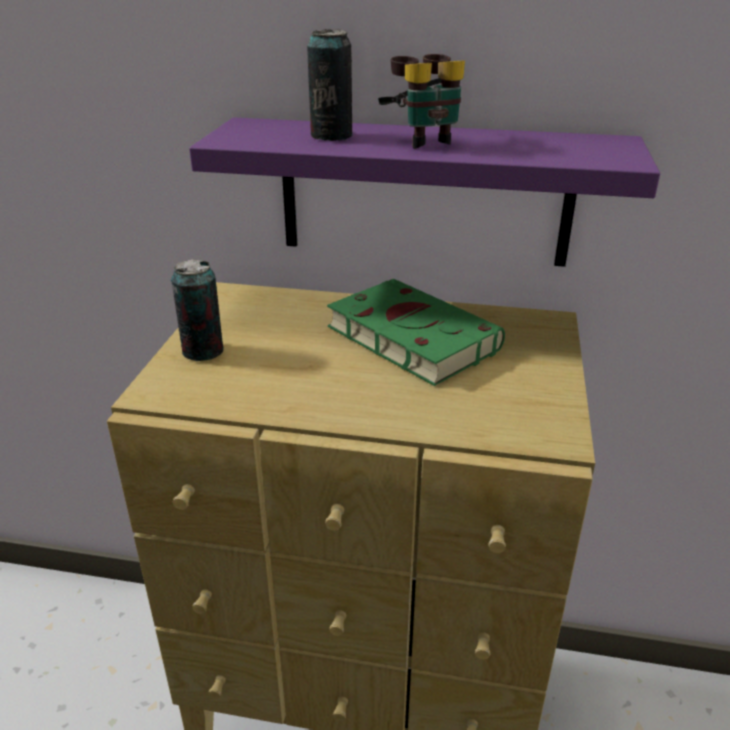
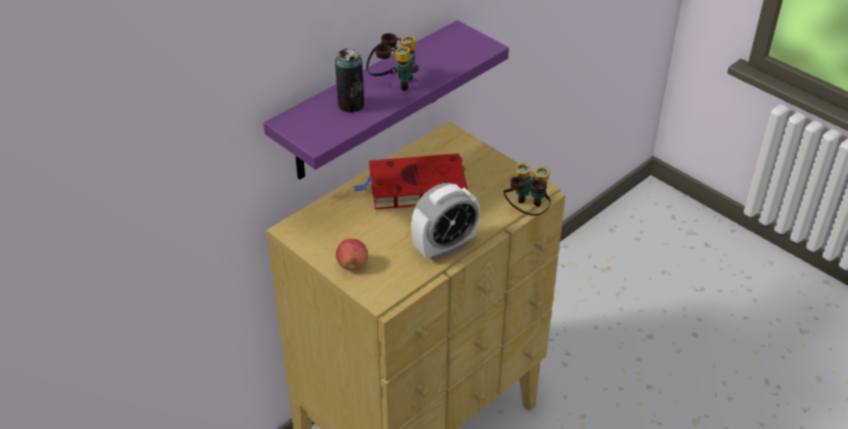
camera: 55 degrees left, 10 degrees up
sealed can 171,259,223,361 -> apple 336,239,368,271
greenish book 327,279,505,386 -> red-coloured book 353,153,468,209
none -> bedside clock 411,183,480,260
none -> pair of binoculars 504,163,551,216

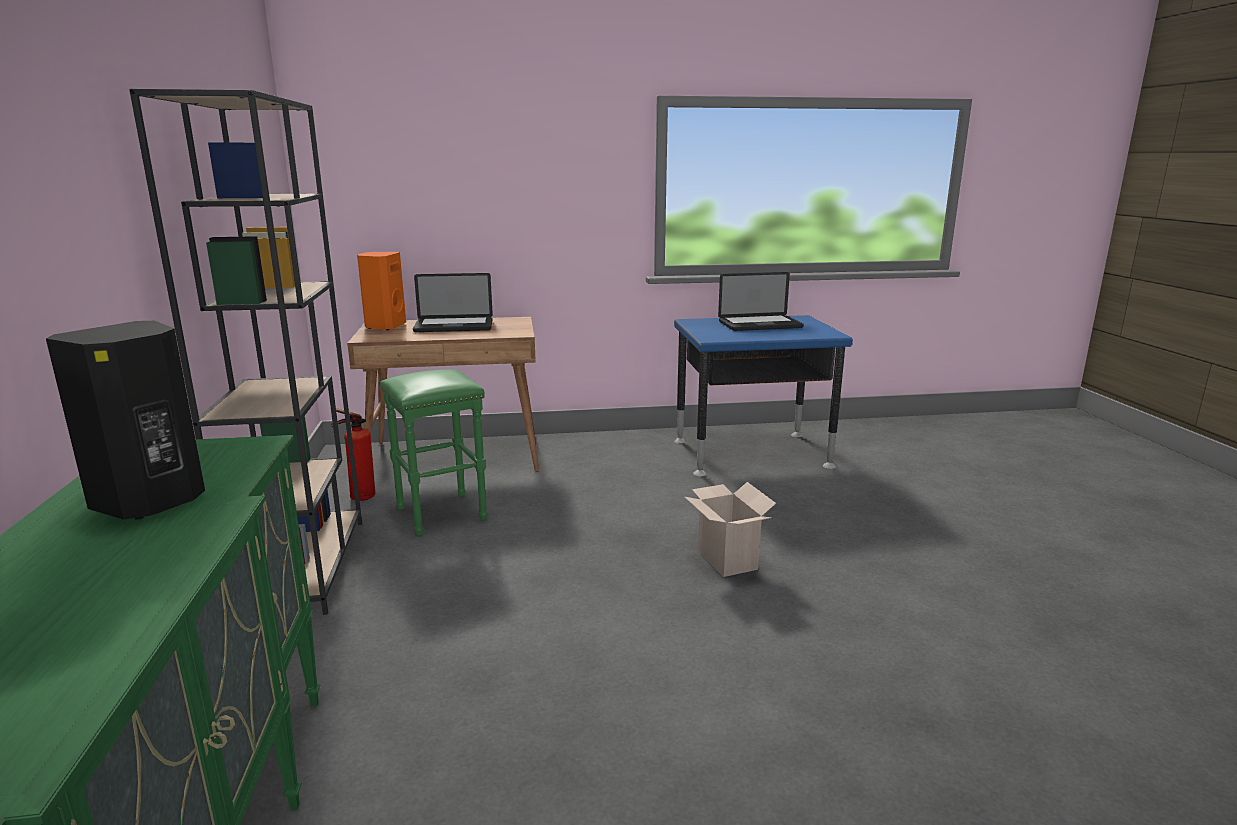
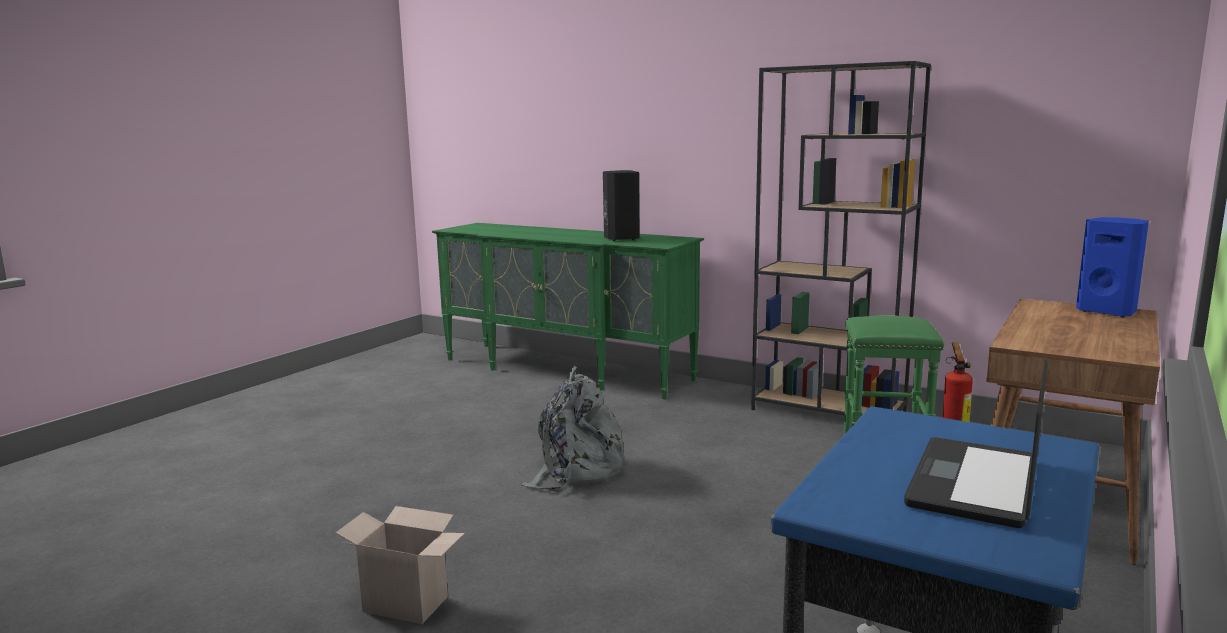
camera: 130 degrees right, 5 degrees down
cardboard box 685,482,776,577 -> cardboard box 336,506,465,624, move
none -> gray backpack 521,365,627,492
orangey speaker 357,252,406,330 -> blue speaker 1076,217,1149,318
notebook computer 413,273,493,332 -> none

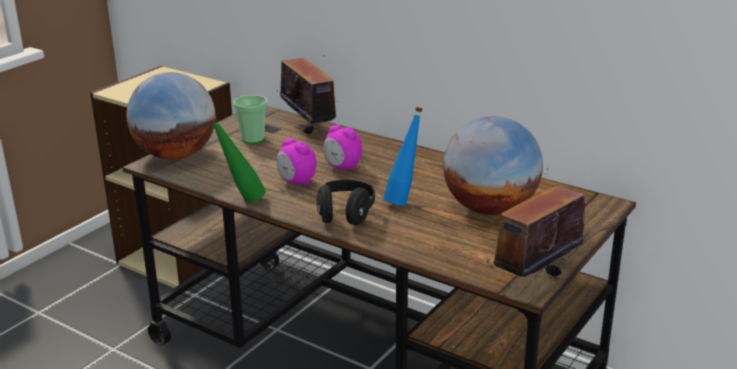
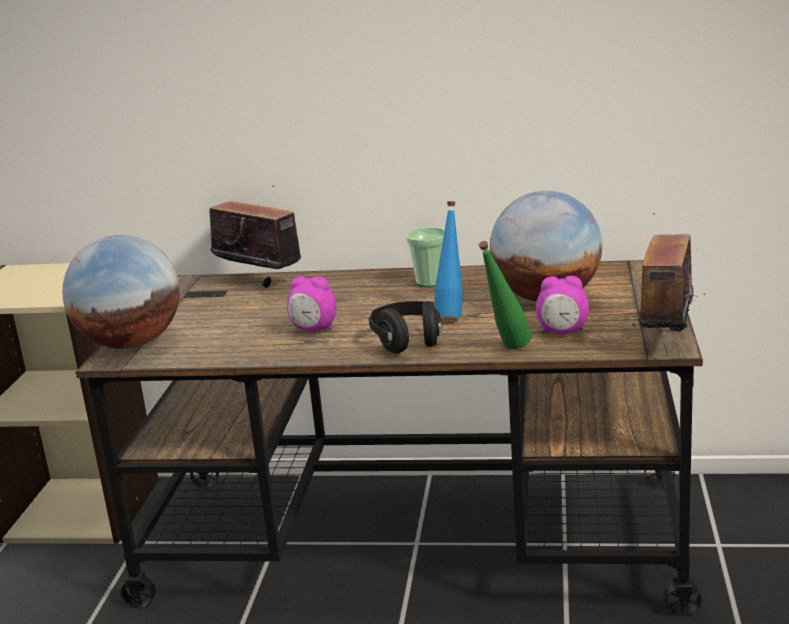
camera: 25 degrees left, 5 degrees down
drinking cup 233,95,267,144 -> drinking cup 406,227,445,287, move
greenish drink bottle 209,116,266,203 -> greenish drink bottle 479,241,532,349, move
bedside clock 323,125,362,170 -> bedside clock 536,276,589,335, move

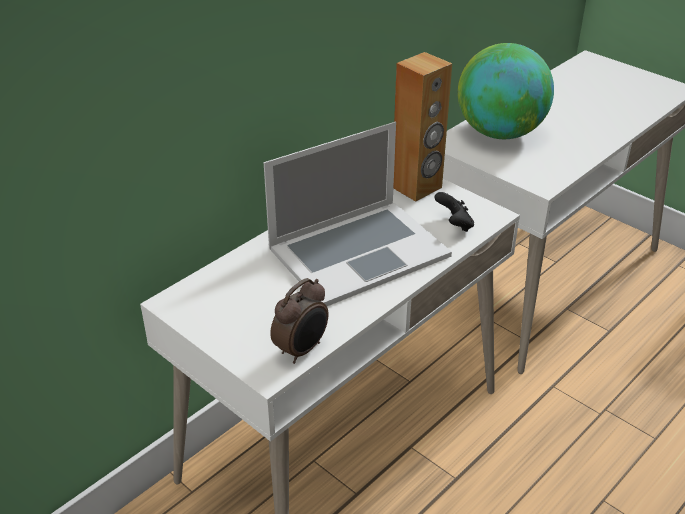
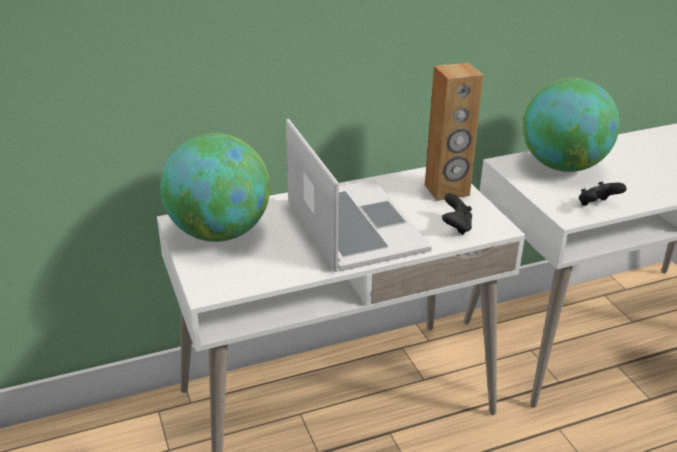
camera: 25 degrees right, 5 degrees down
none -> globe 160,133,270,242
notebook computer 263,122,452,306 -> notebook computer 286,119,432,272, 105 degrees counterclockwise
none -> black-coloured gamepad 579,182,627,206
bedside clock 270,278,328,364 -> none

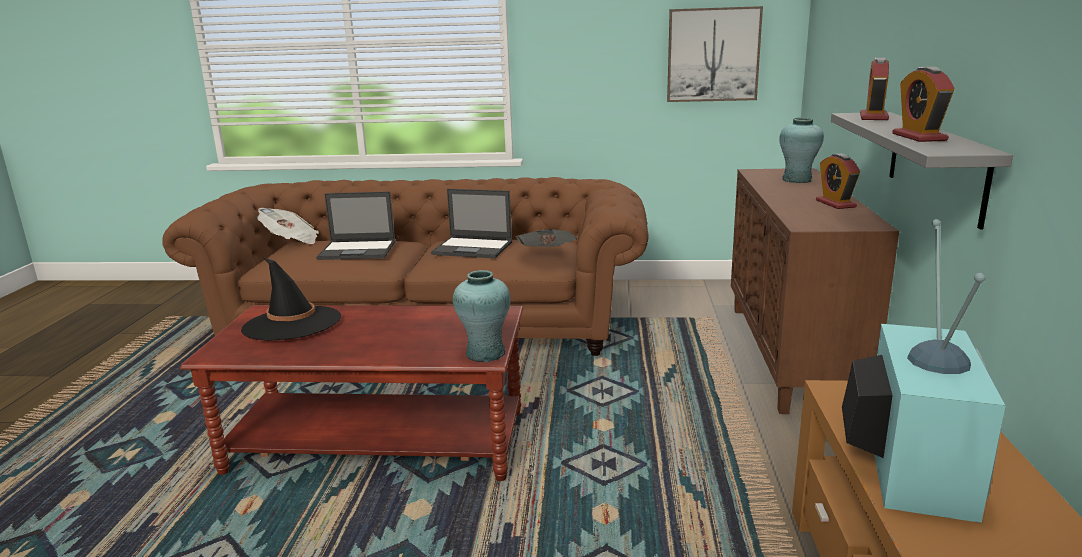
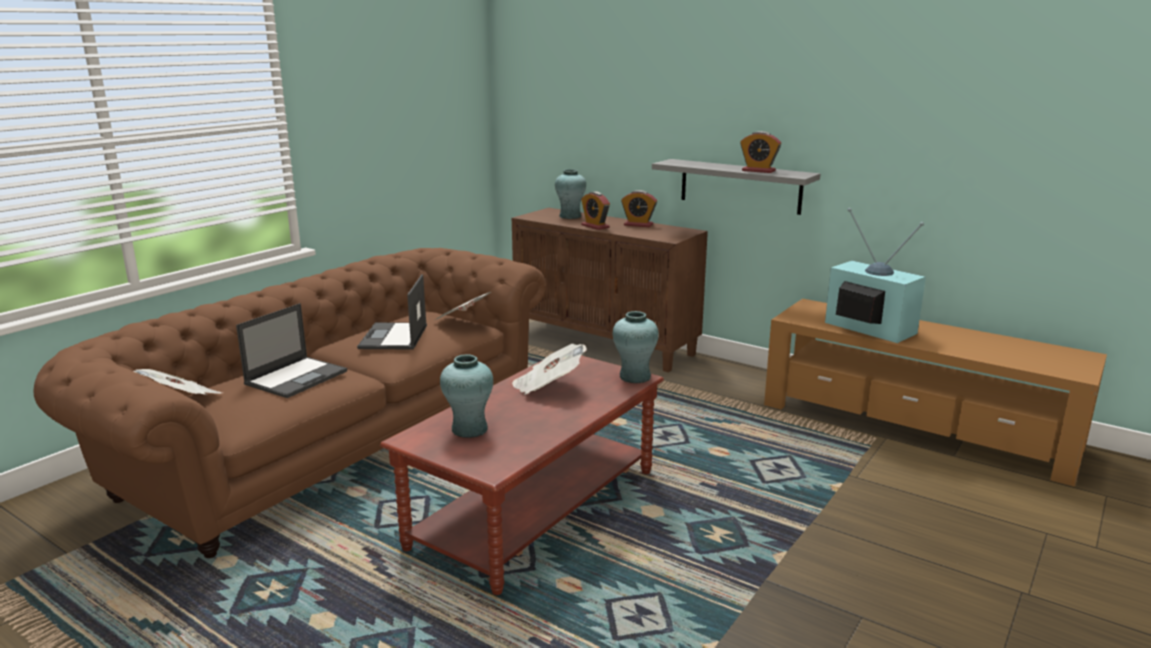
camera: 60 degrees left, 0 degrees up
notebook computer 431,189,512,259 -> notebook computer 357,274,427,350, 135 degrees clockwise
black-coloured hat 241,258,341,341 -> turquoise decorative vase 440,354,493,438
none -> newspaper 512,344,587,395
bedside clock 860,58,889,120 -> bedside clock 581,191,610,230, move
wall picture 667,6,763,102 -> none

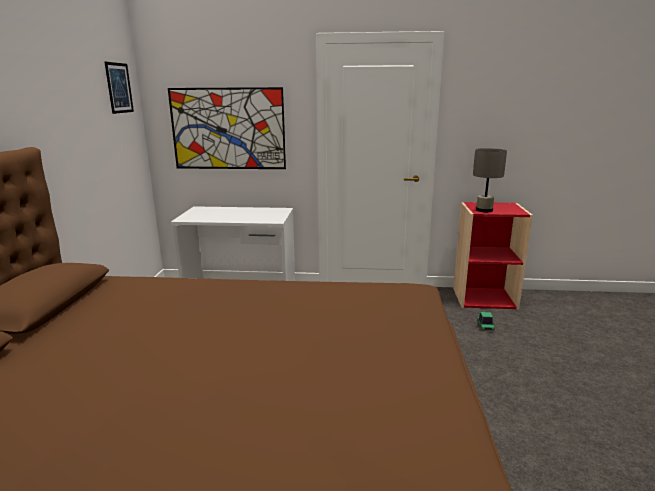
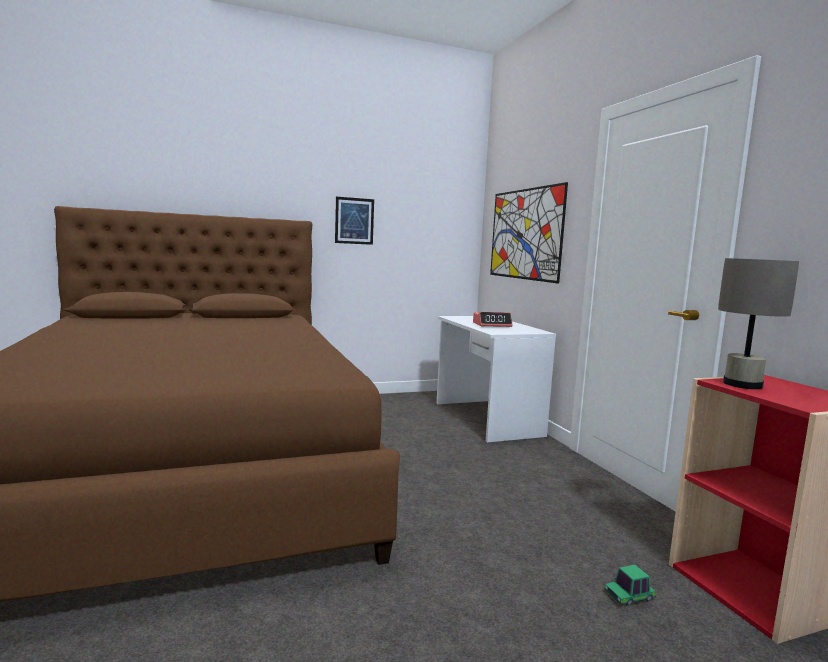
camera: 65 degrees right, 10 degrees down
wall picture 105,62,134,114 -> wall picture 335,197,374,245, move
none -> bedside clock 473,312,513,327

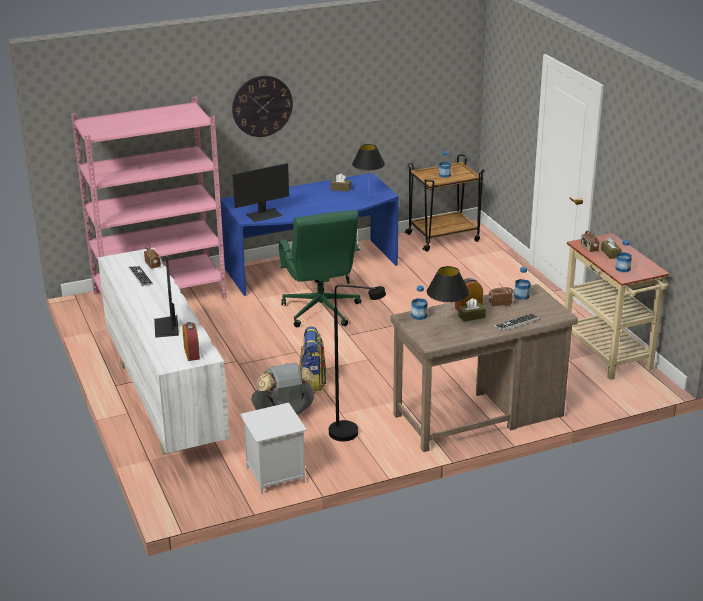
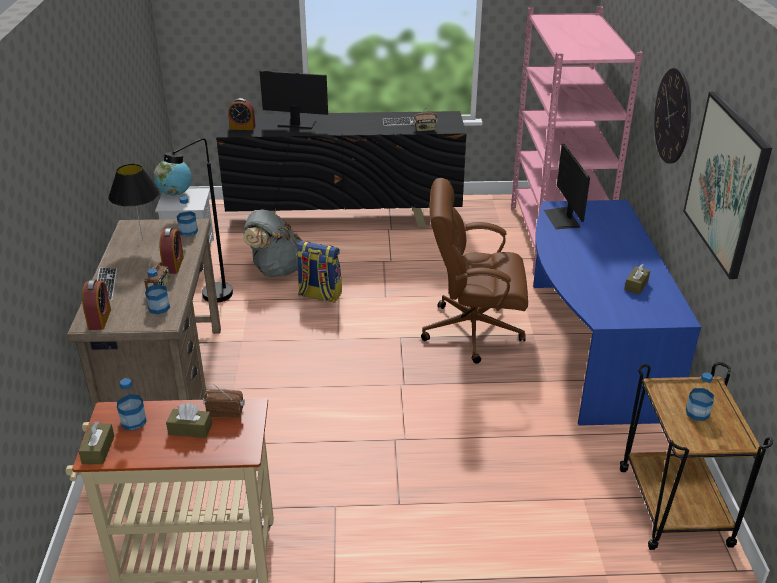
camera: 110 degrees right, 5 degrees up
brownish tissue box 458,298,486,322 -> brownish tissue box 78,421,115,464, move
none -> bedside clock 82,279,111,330
none -> globe 154,161,192,196
whitish cupboard 98,248,229,455 -> black-coloured cupboard 216,111,466,227
greenish office chair 278,210,361,327 -> brownish office chair 421,178,528,364
none -> wall picture 683,92,772,279
black-coloured lamp for a table 352,144,385,196 -> none

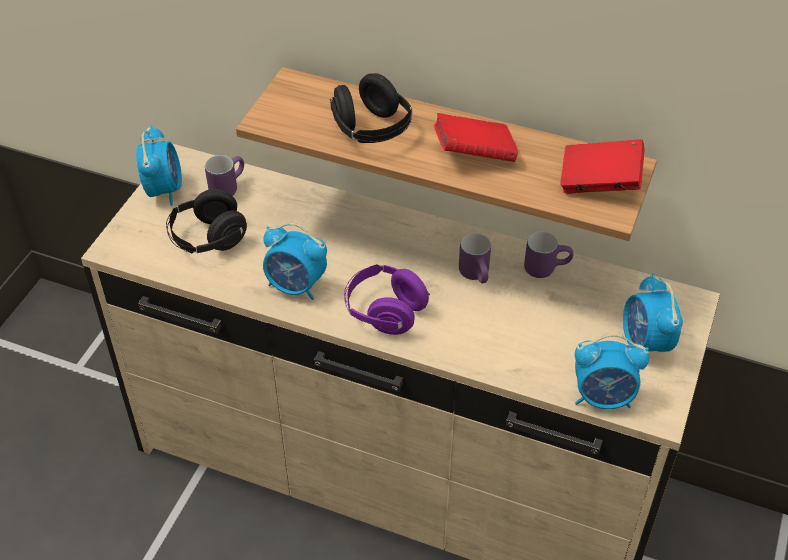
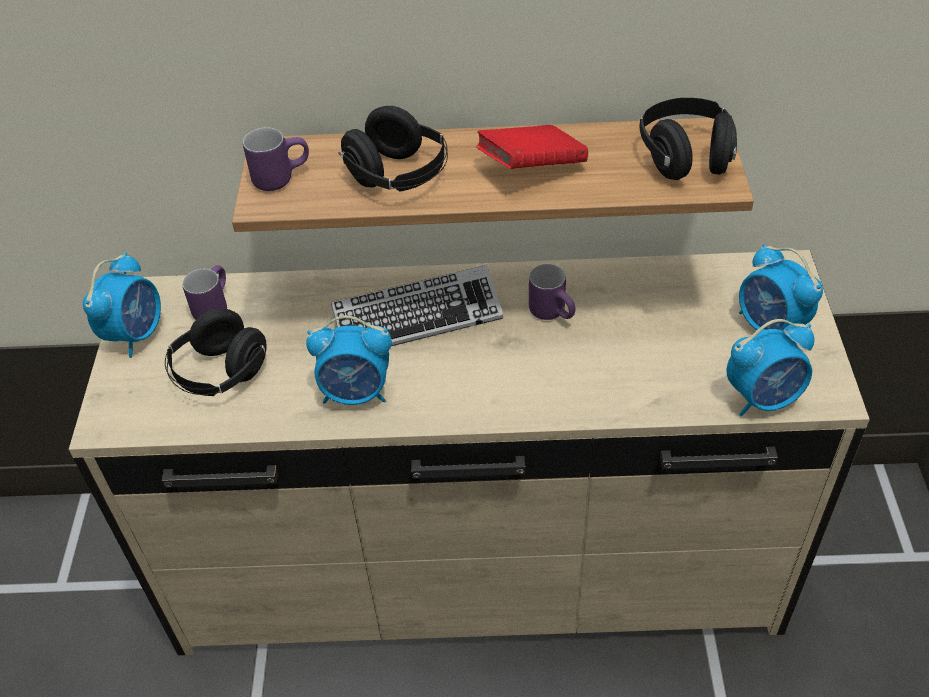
camera: 20 degrees left, 0 degrees up
bedside clock 136,125,182,206 -> bedside clock 83,252,161,358, 45 degrees clockwise
purple-coloured tea mug 524,231,573,278 -> purple-coloured tea mug 243,127,309,191, move
none -> computer keyboard 331,265,503,346
red-coloured book 560,139,645,194 -> black-coloured pair of headphones 639,98,737,180
purple-coloured pair of headphones 344,264,430,335 -> none

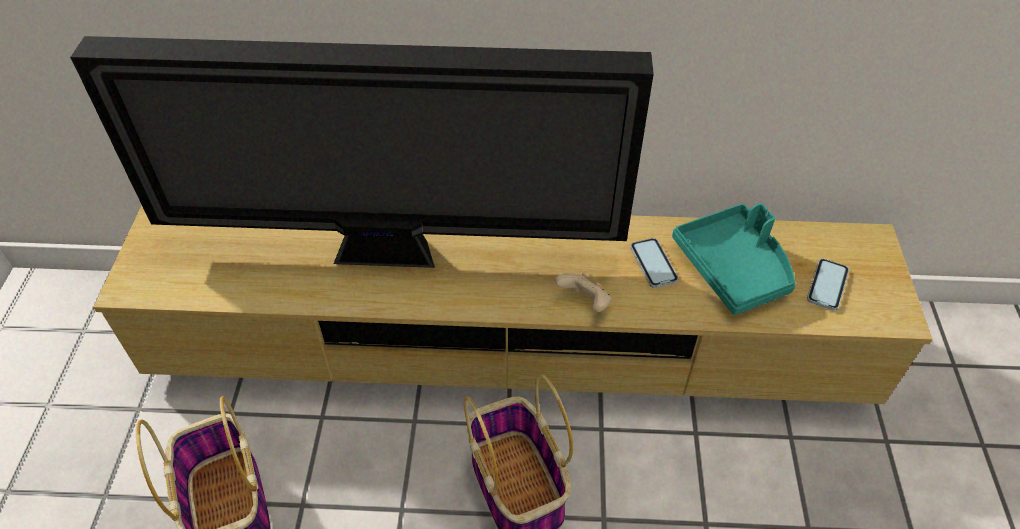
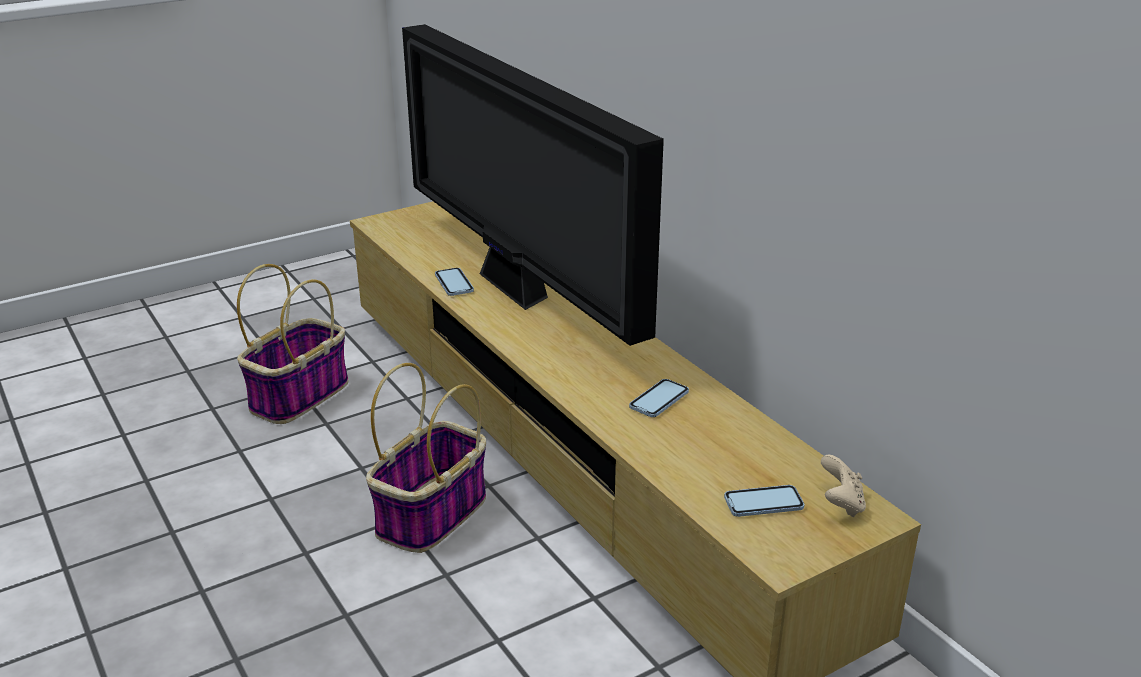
camera: 55 degrees right, 20 degrees down
none -> phone 435,268,474,296
beige gamepad 555,273,611,312 -> beige gamepad 821,455,866,517, move
turquoise tray 672,203,796,315 -> none

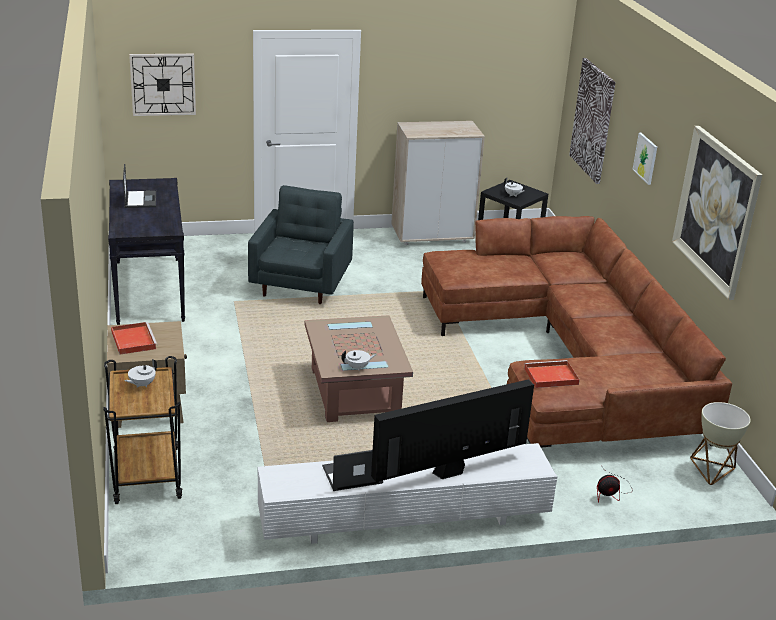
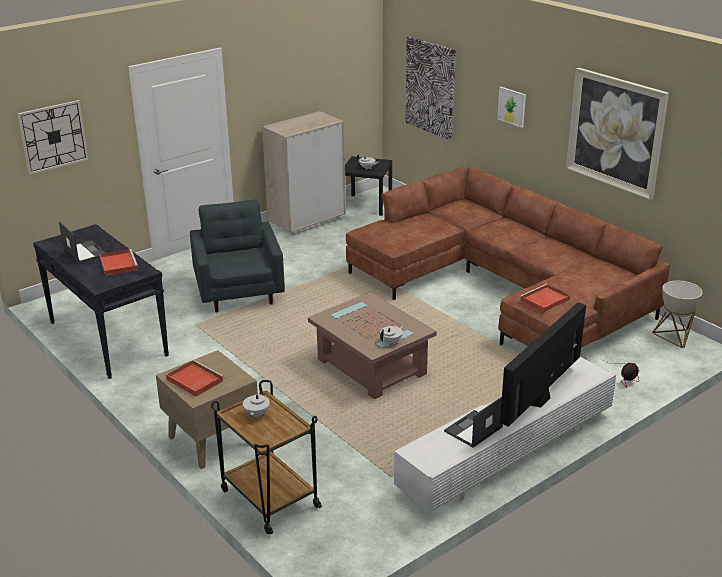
camera: 25 degrees left, 0 degrees up
none -> red-coloured tray 99,249,138,276

